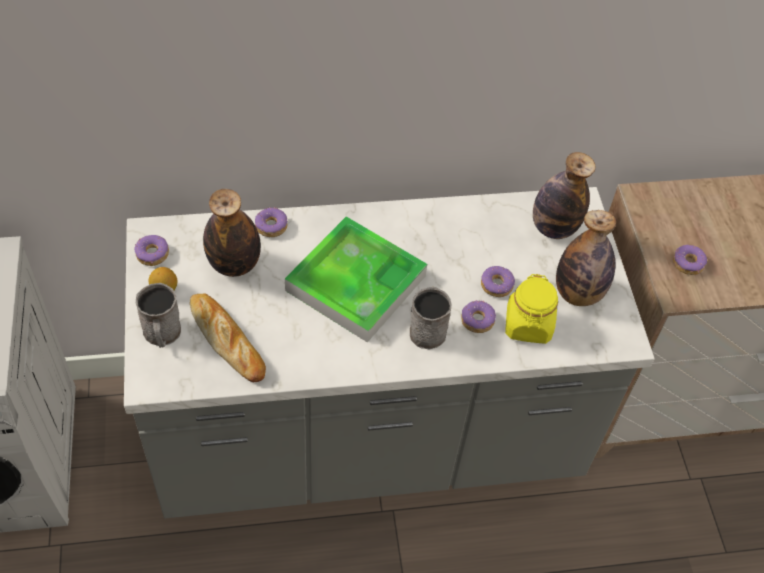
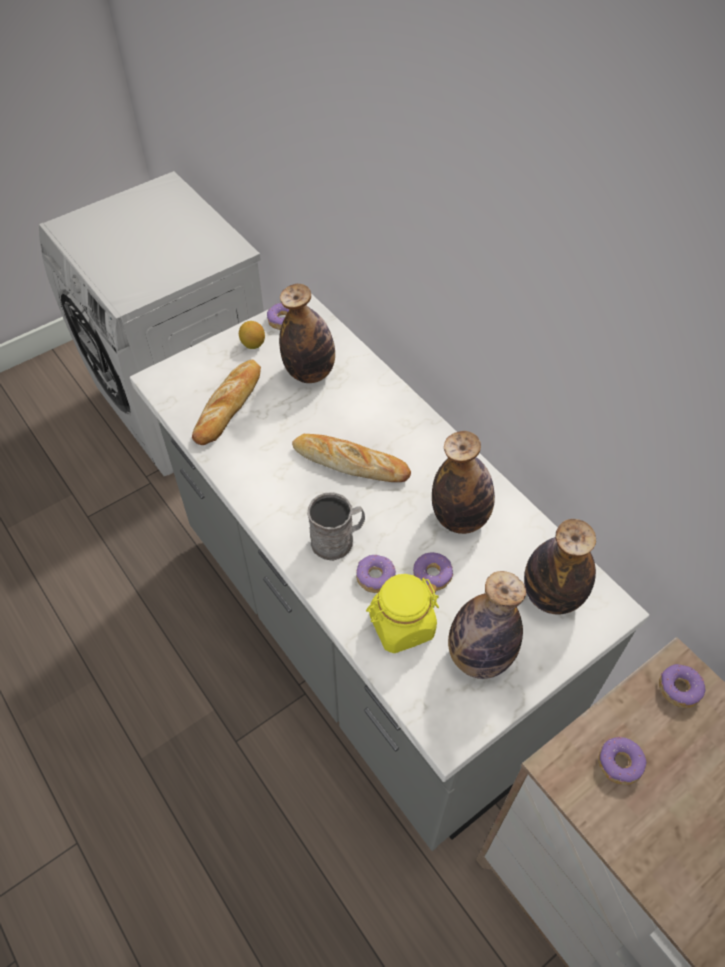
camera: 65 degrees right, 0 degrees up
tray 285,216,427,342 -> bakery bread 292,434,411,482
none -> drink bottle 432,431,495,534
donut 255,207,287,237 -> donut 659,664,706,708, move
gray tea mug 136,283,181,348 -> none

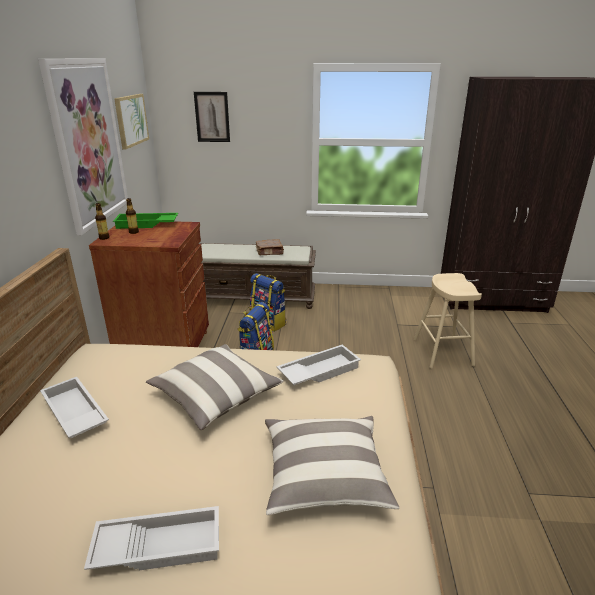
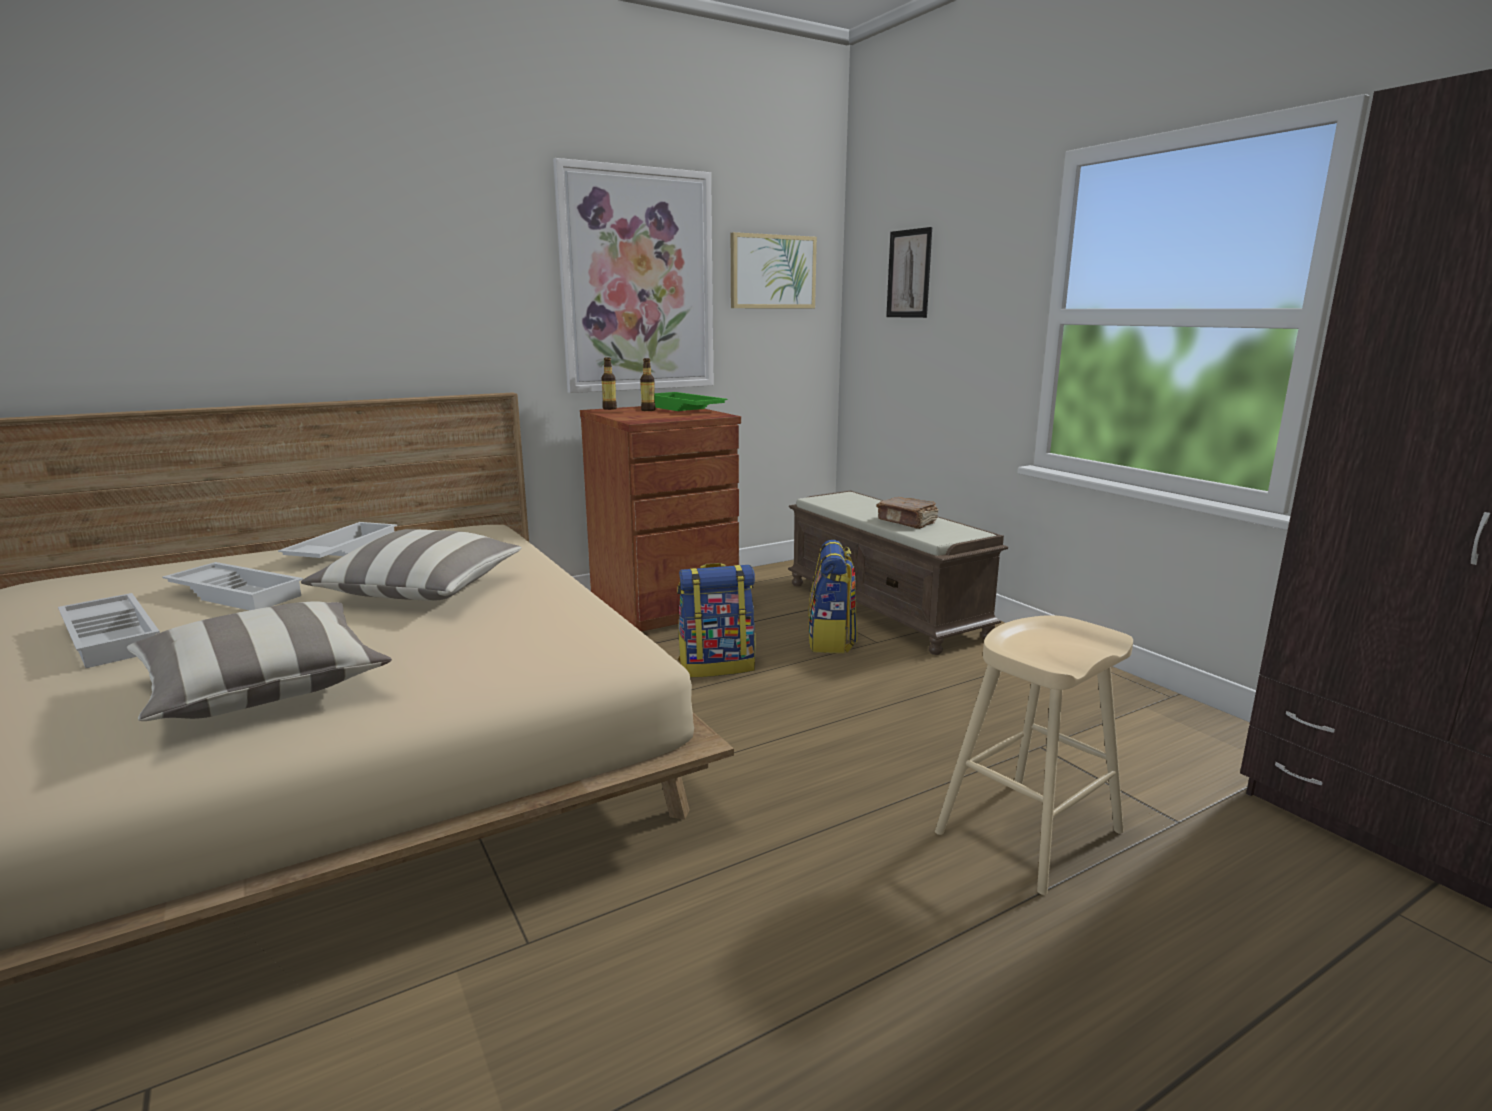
camera: 55 degrees right, 10 degrees down
whitish tray 276,345,361,385 -> whitish tray 162,562,303,610, move

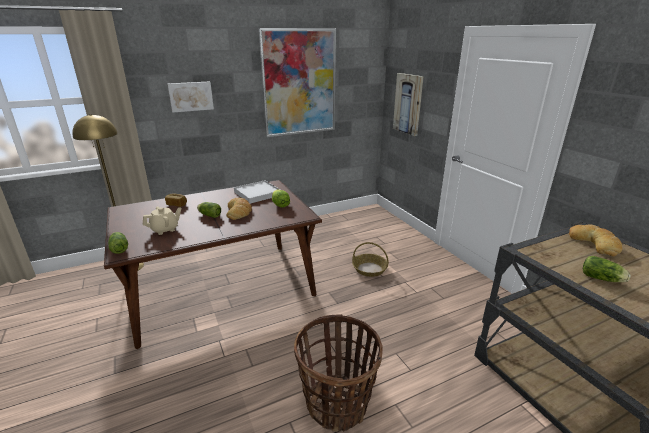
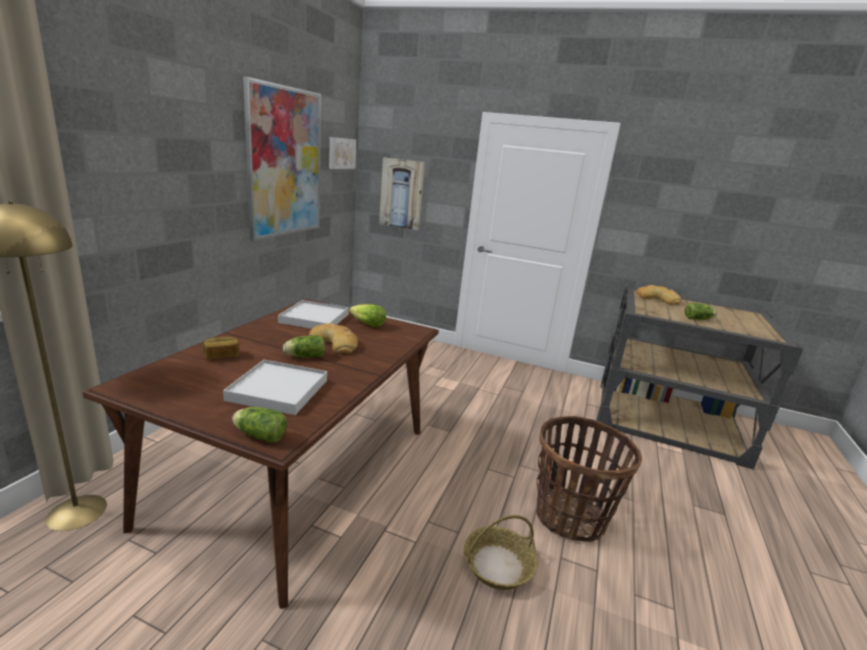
camera: 45 degrees left, 5 degrees down
beige tea pot 143,206,181,235 -> whitish tray 223,360,327,415
wall picture 167,81,214,112 -> wall picture 329,137,356,169, move
household basket 352,242,389,277 -> household basket 464,515,538,590, move

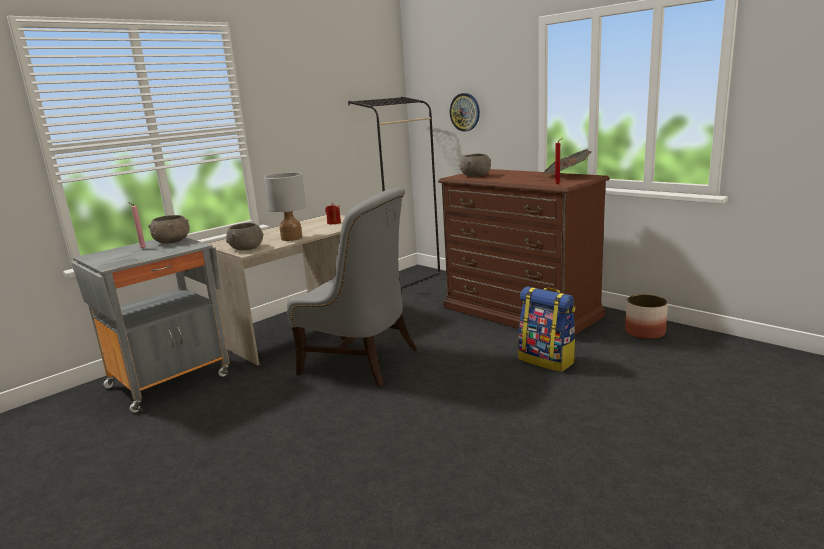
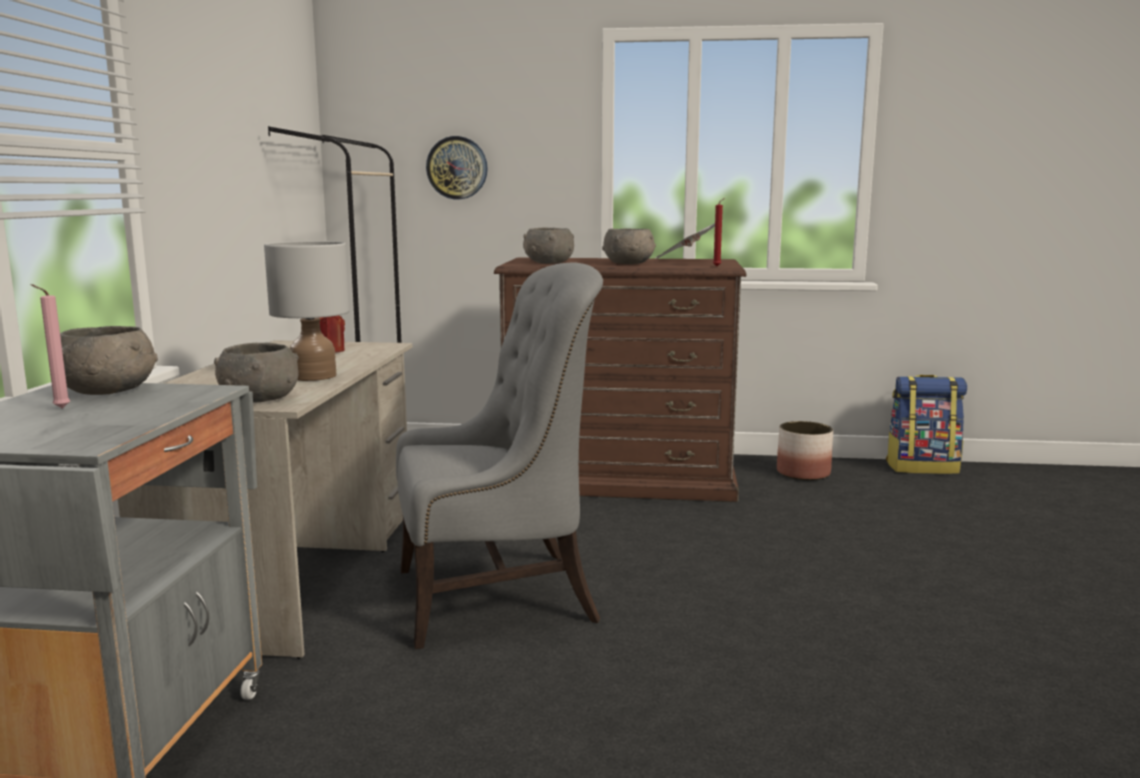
camera: 40 degrees left, 5 degrees down
none -> gray deep dish 602,228,656,264
backpack 518,287,576,372 -> backpack 886,375,967,474, move

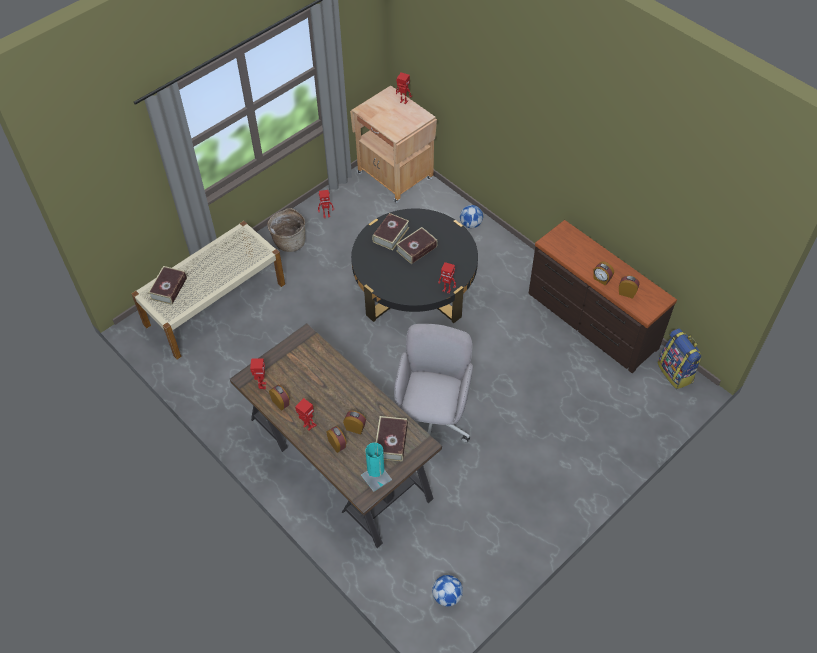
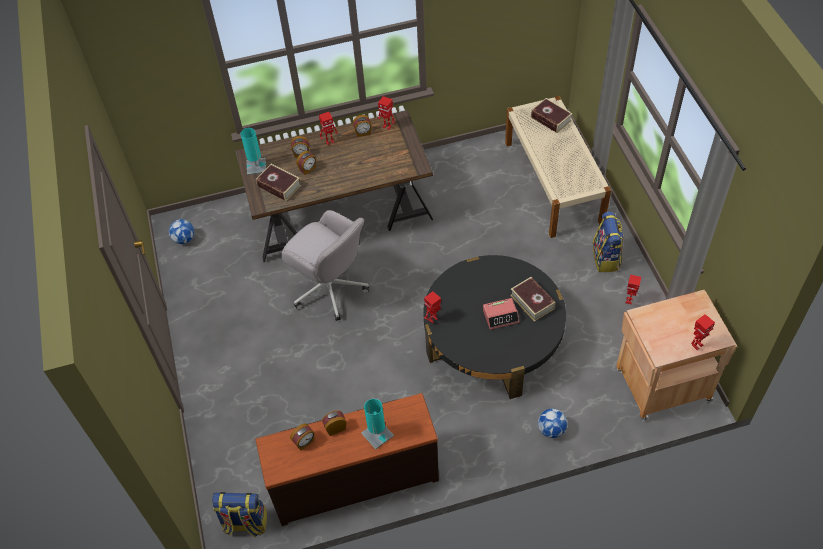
camera: 120 degrees right, 0 degrees up
none -> turquoise lamp for a table 361,399,394,450
book 396,227,438,264 -> bedside clock 483,298,519,330
household basket 268,208,305,252 -> backpack 593,212,624,272

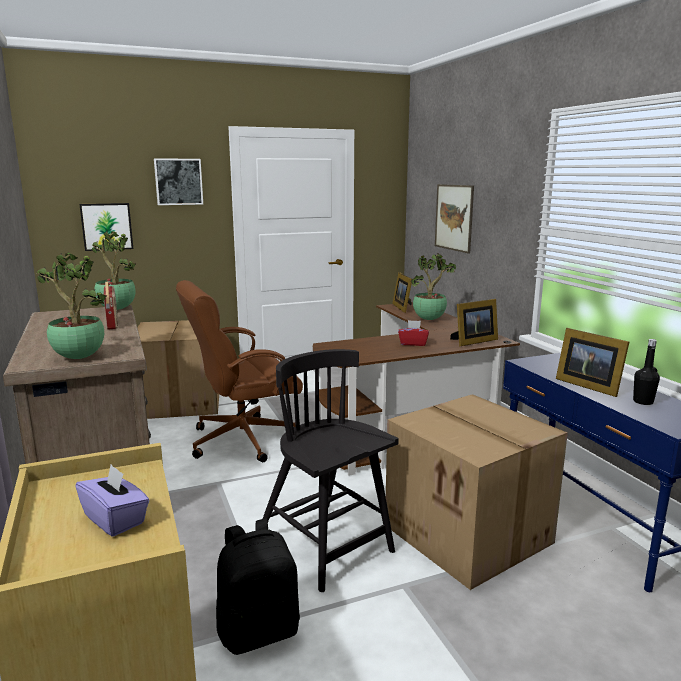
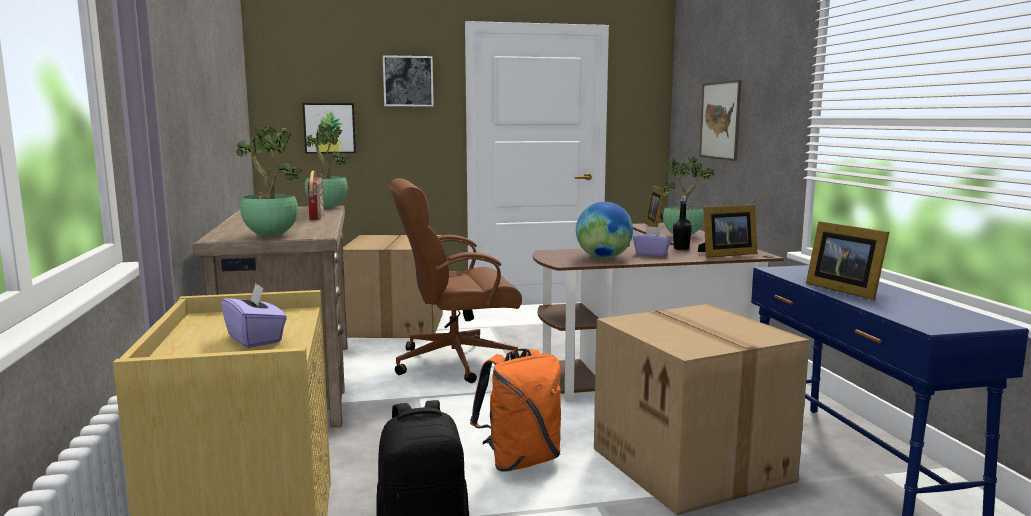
camera: 10 degrees right, 5 degrees down
black-coloured upright chair 263,349,399,592 -> orangey backpack 470,348,561,472
none -> globe 576,202,633,259
red-coloured tissue box 398,320,429,346 -> purple-coloured tissue box 633,226,671,256
black-coloured drink bottle 633,339,660,405 -> black-coloured drink bottle 673,196,692,250, move

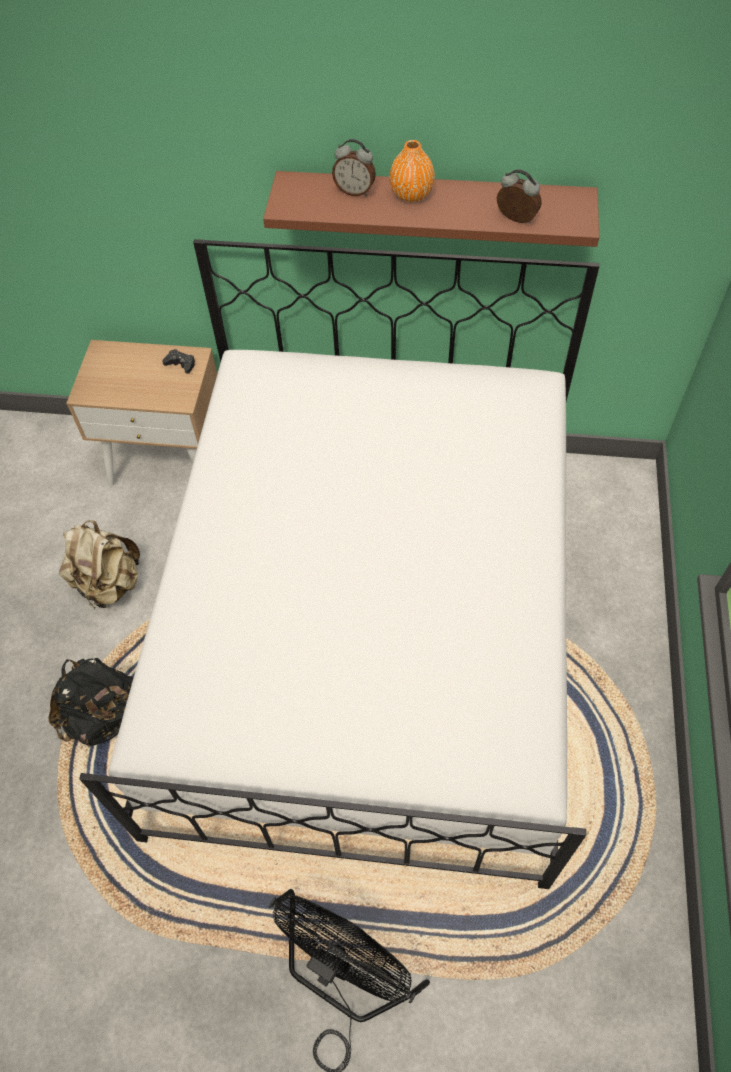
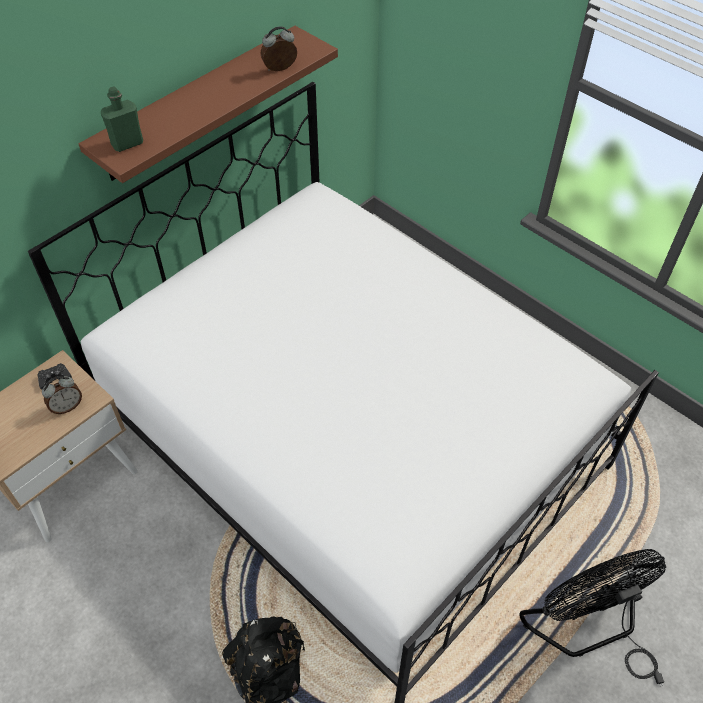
camera: 55 degrees left, 5 degrees down
bedside clock 332,139,376,196 -> bedside clock 42,376,82,414, move
none -> greenish drink bottle 101,87,143,152
beige backpack 59,520,140,611 -> none
orangey decorative vase 389,140,435,202 -> none

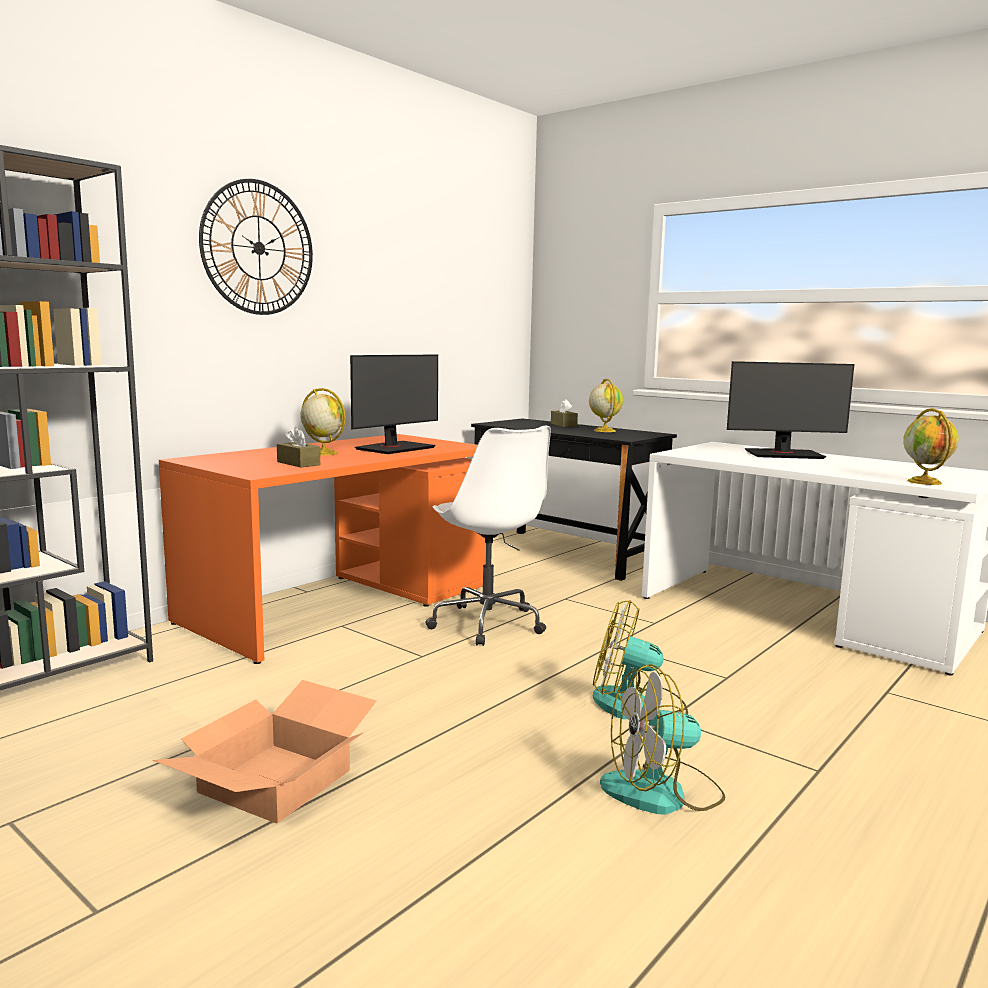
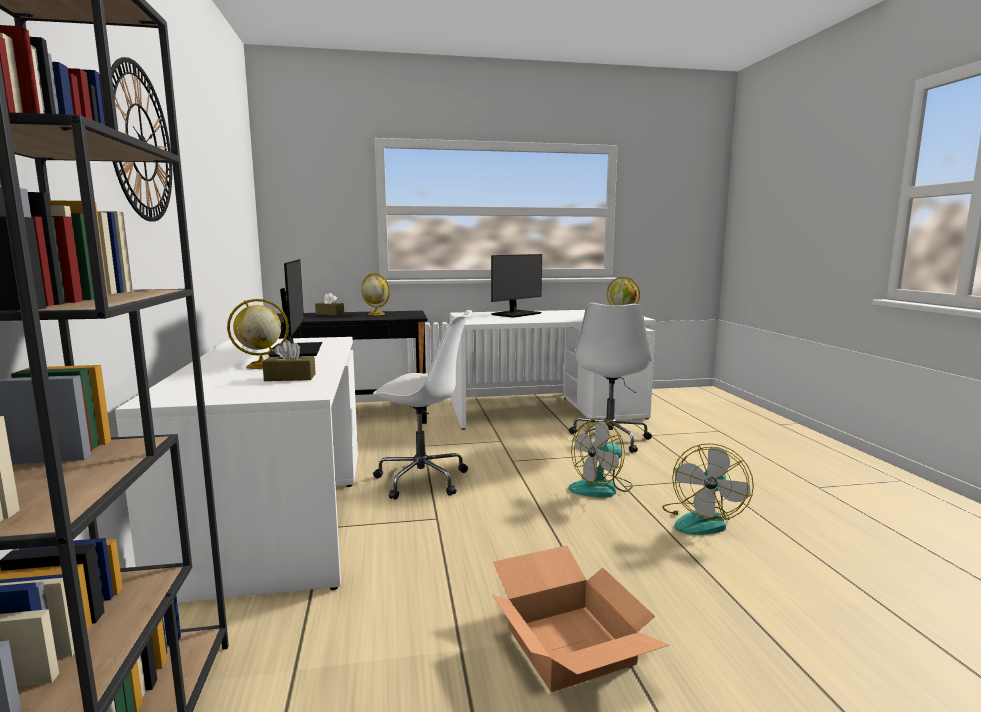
camera: 50 degrees left, 0 degrees up
orangey desk table 159,434,486,664 -> whitish desk table 115,337,358,603
none -> whitish office chair 569,303,652,453

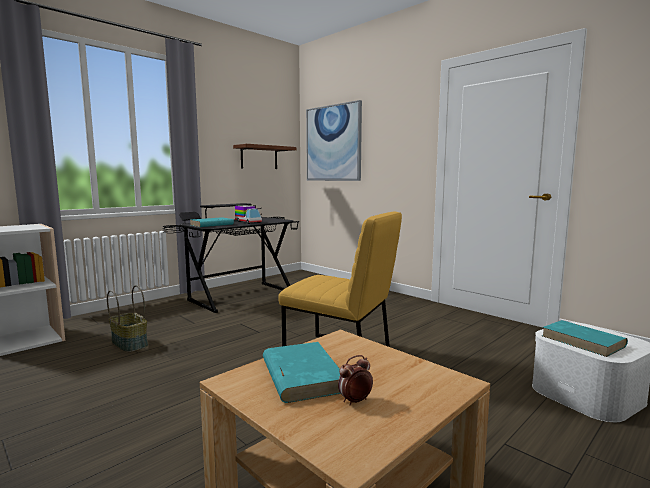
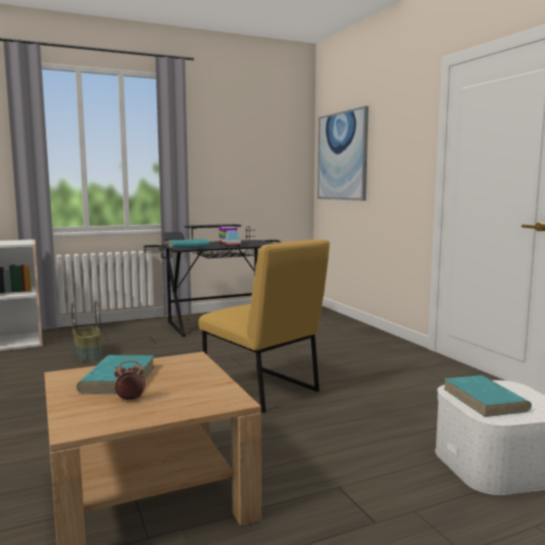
camera: 20 degrees right, 0 degrees up
brownish wall shelf 233,144,296,169 -> none

